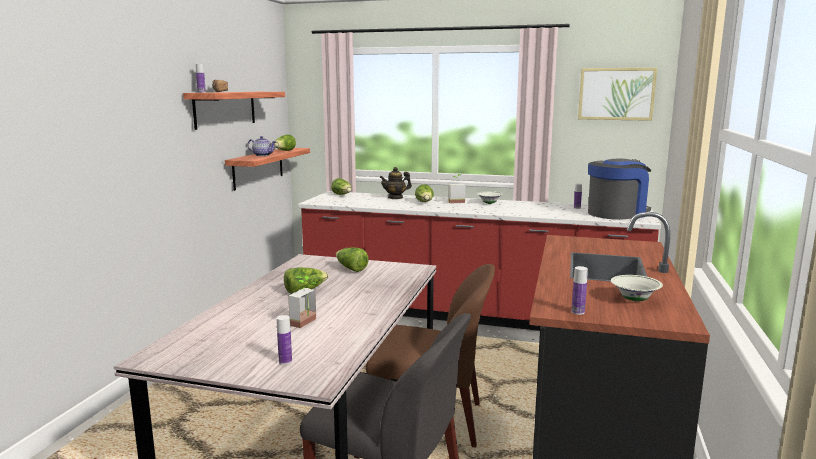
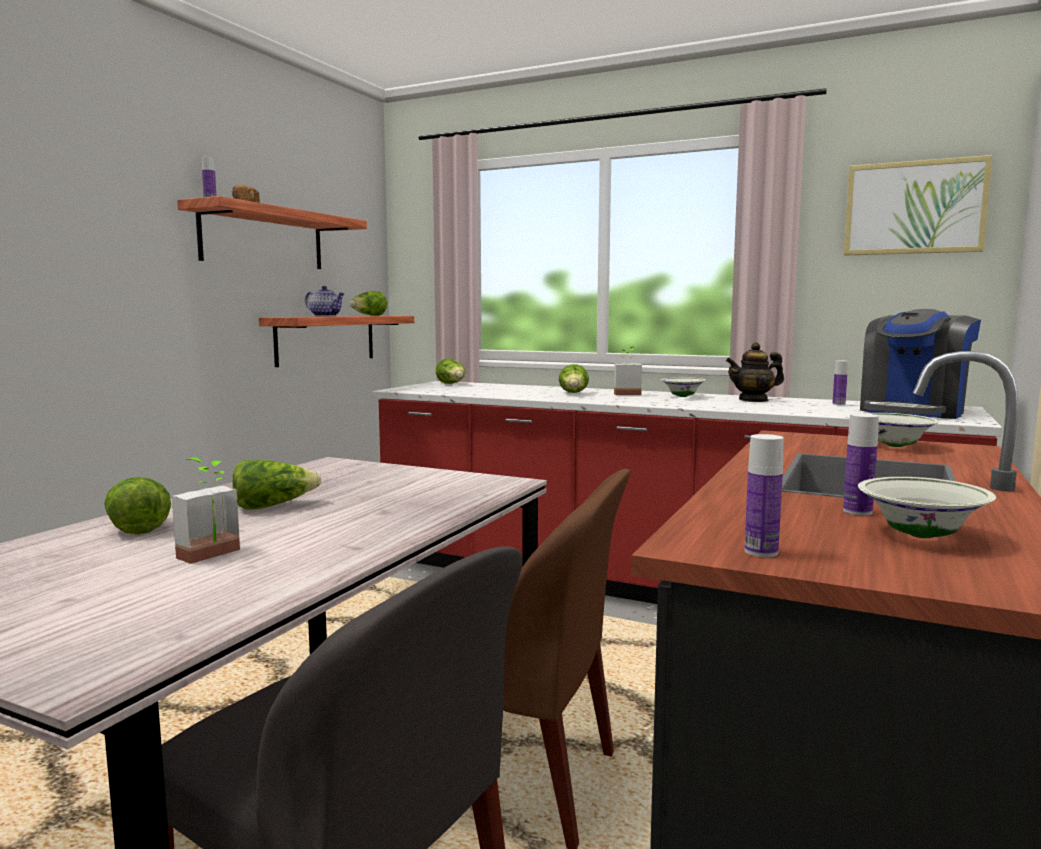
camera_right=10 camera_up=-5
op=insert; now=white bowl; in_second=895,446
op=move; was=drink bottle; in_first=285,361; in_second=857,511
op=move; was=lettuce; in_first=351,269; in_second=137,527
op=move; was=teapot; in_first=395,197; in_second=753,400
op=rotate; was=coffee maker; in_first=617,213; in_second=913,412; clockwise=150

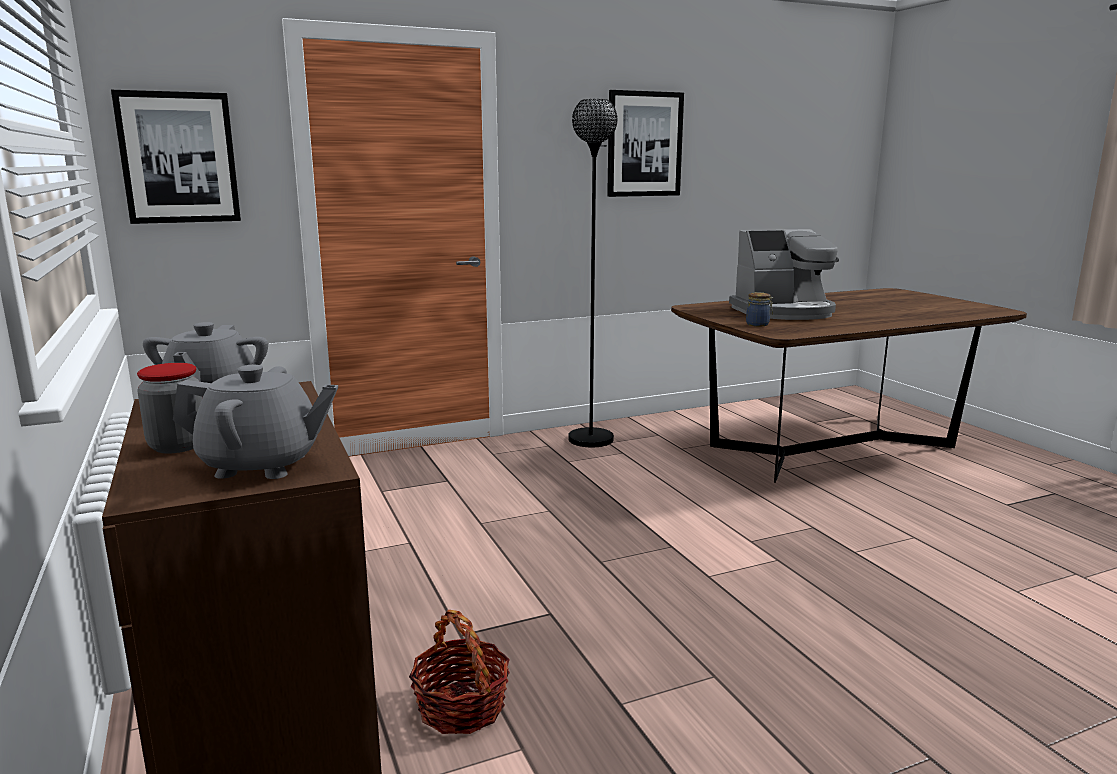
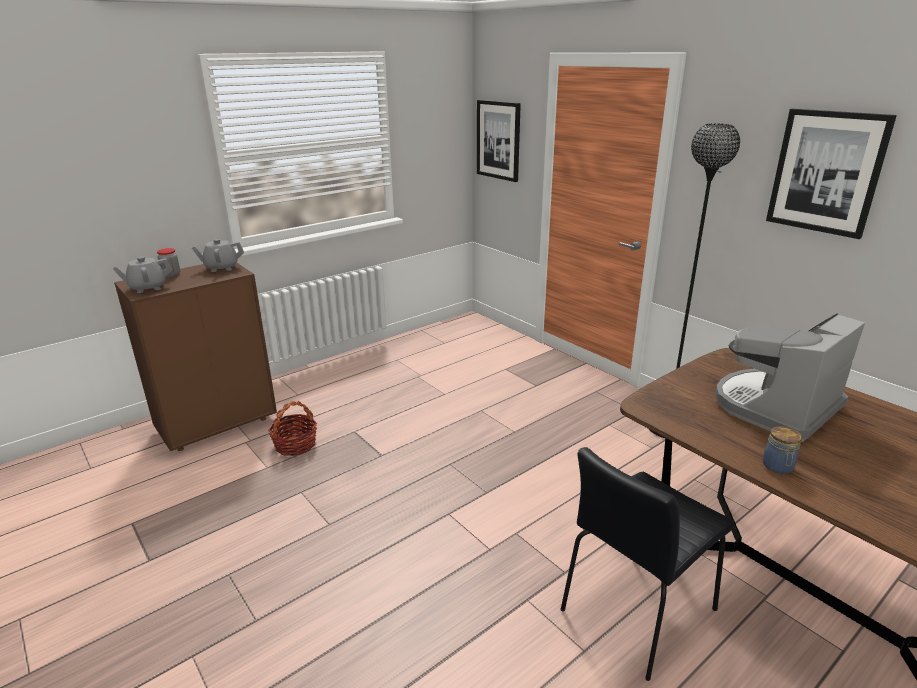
camera_right=75 camera_up=10
op=insert; now=blackish plain chair; in_second=634,613
op=move; was=preserve jar; in_first=758,324; in_second=778,467
op=rotate; was=grey teapot; in_first=262,465; in_second=147,288; clockwise=75
op=rotate; was=coffee maker; in_first=784,312; in_second=775,407; clockwise=75

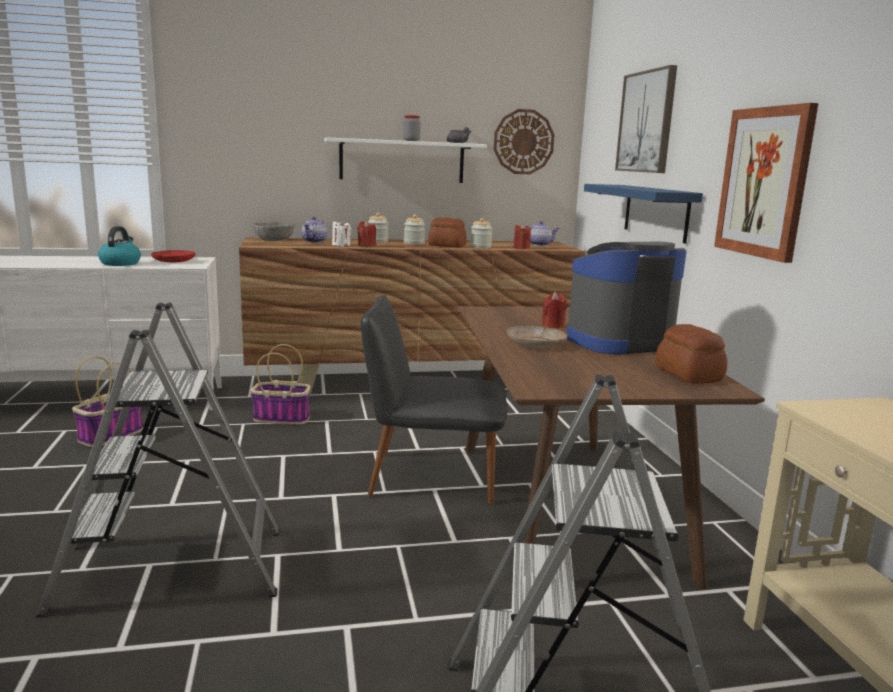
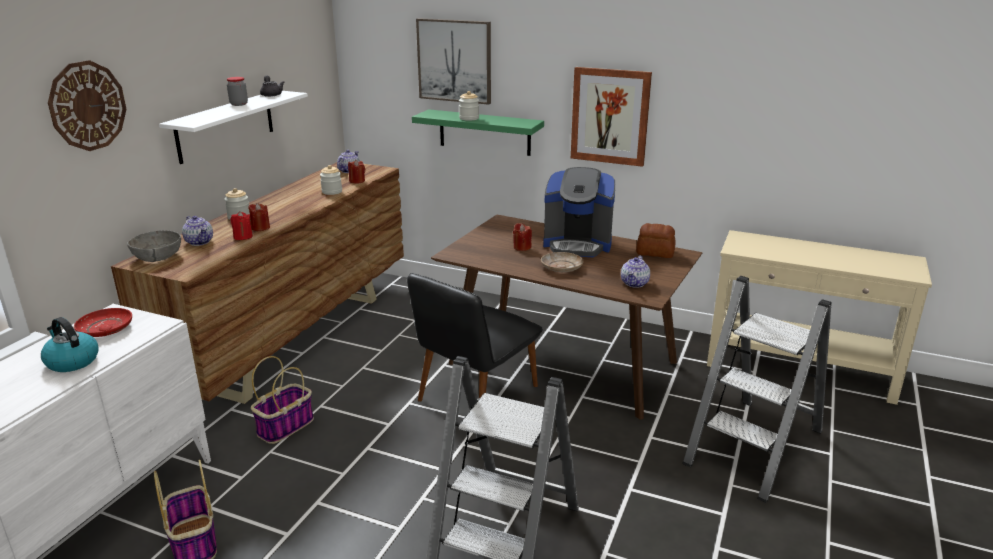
camera_right=-55 camera_up=10
op=delete; was=bread; in_first=447,246
op=insert; now=teapot; in_second=635,283
op=move; was=preserve jar; in_first=414,243; in_second=469,118
op=move; was=clock on the wall; in_first=523,142; in_second=87,106
op=recolor; was=white wax candle; now=red wax candle; in_first=341,245; in_second=243,237
op=recolor; was=blue wall shelf; now=green-coloured wall shelf; in_first=656,212; in_second=484,132
op=rotate; was=coffee maker; in_first=617,342; in_second=577,244; clockwise=-90

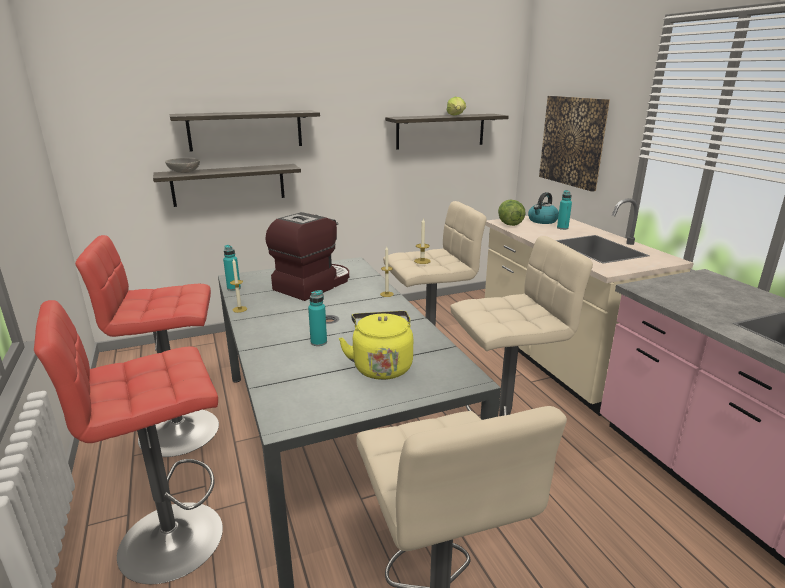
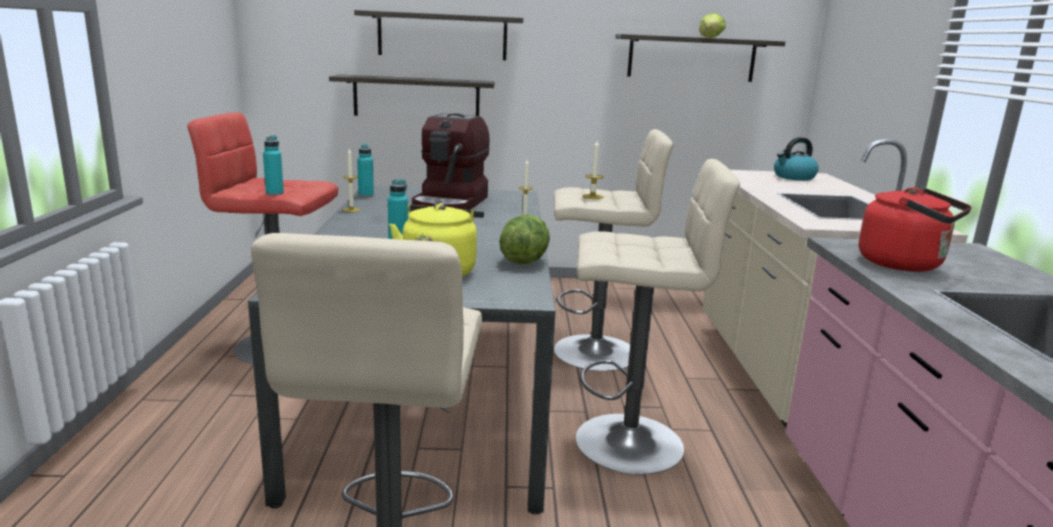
camera_right=20 camera_up=-5
op=delete; was=red stool seat; in_first=170,540
op=delete; was=grey bowl; in_first=184,172
op=delete; was=wall art; in_first=573,141
op=insert; now=red tea kettle; in_second=905,265
op=move; was=lettuce; in_first=509,224; in_second=524,260
op=move; was=turquoise-coloured drink bottle; in_first=562,228; in_second=274,193
op=rotate; was=coffee maker; in_first=312,284; in_second=451,204; clockwise=135

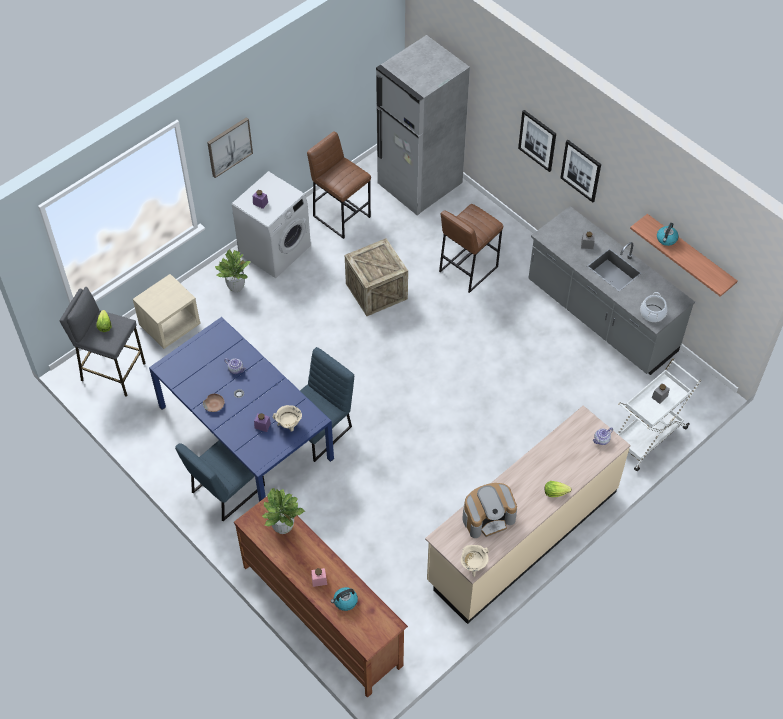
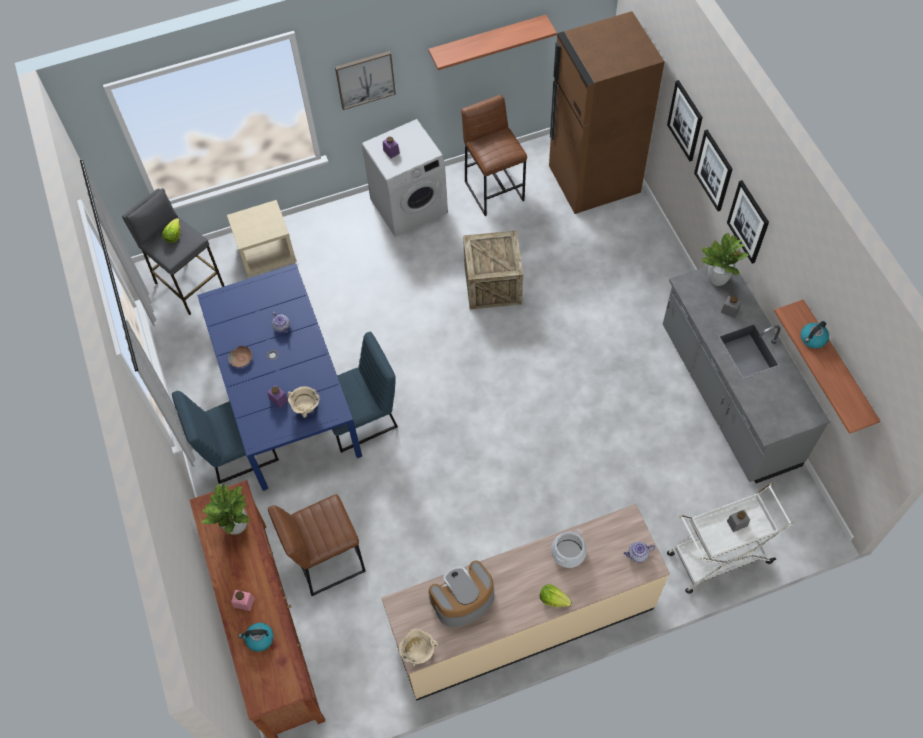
camera_right=25 camera_up=5
op=insert; now=wall shelf; in_second=487,41
op=insert; now=wall art; in_second=685,120
op=move; was=houseplant; in_first=236,287; in_second=717,279
op=move; was=brownish stool seat; in_first=467,269; in_second=327,561
op=move; was=saucepot; in_first=652,313; in_second=568,553
op=recolor; was=grey refrigerator; now=brownish refrigerator; in_first=420,183; in_second=594,179
op=rotate; was=coffee maker; in_first=488,517; in_second=462,600; clockwise=150

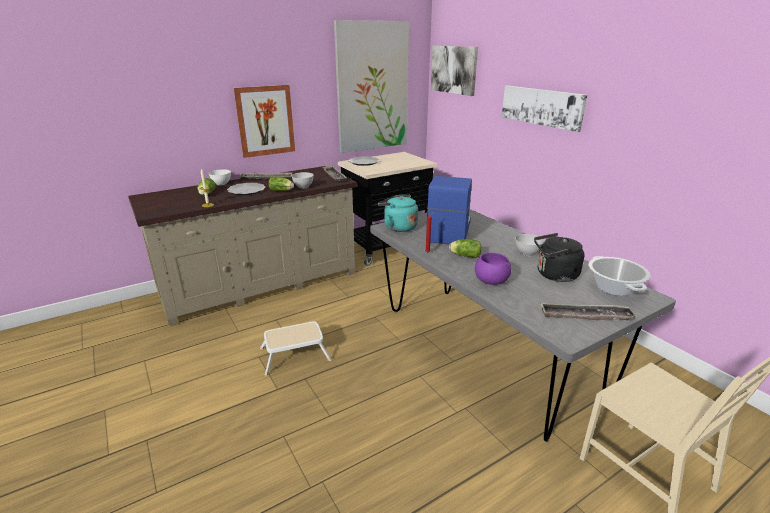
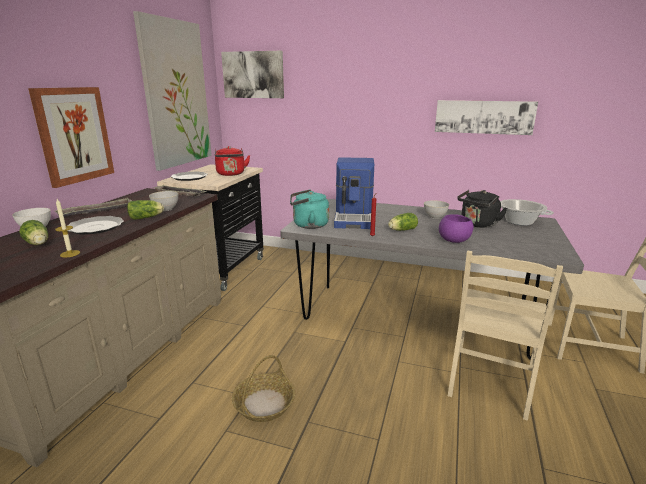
camera_right=-40 camera_up=-5
op=delete; was=tray; in_first=585,316
op=insert; now=red tea kettle; in_second=231,174
op=insert; now=sand-coloured plain chair; in_second=491,382
op=move; was=wall art; in_first=541,107; in_second=484,117
op=replace; was=sand-coloured stepladder; now=basket; in_first=295,354; in_second=264,404
op=rotate; was=coffee maker; in_first=448,232; in_second=354,218; clockwise=-150

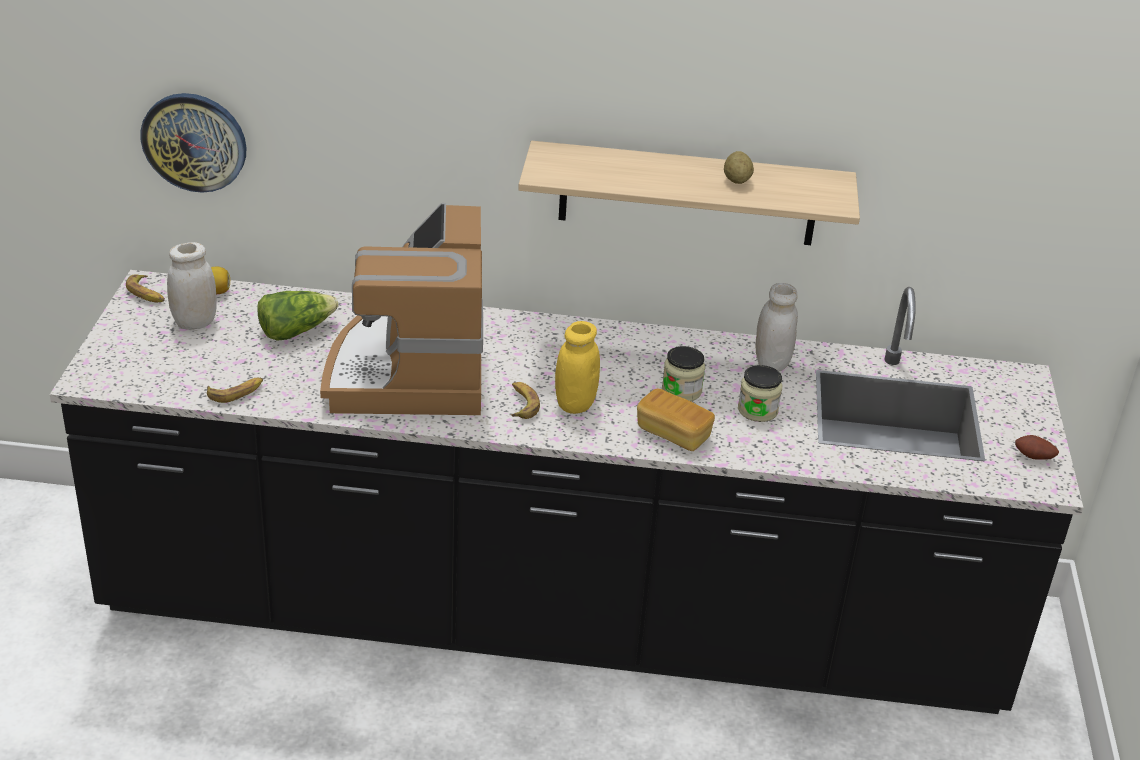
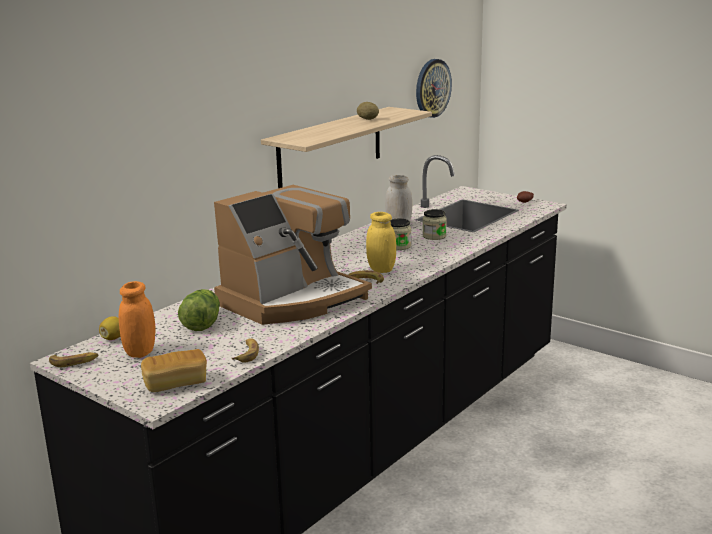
camera_right=-55 camera_up=-15
op=move; was=clock on the wall; in_first=194,141; in_second=432,88
op=move; was=bread; in_first=673,433; in_second=176,383
op=recolor; was=white preserve jar; now=orange preserve jar; in_first=195,322; in_second=140,352
op=rotate; was=coffee maker; in_first=410,369; in_second=293,300; clockwise=-75

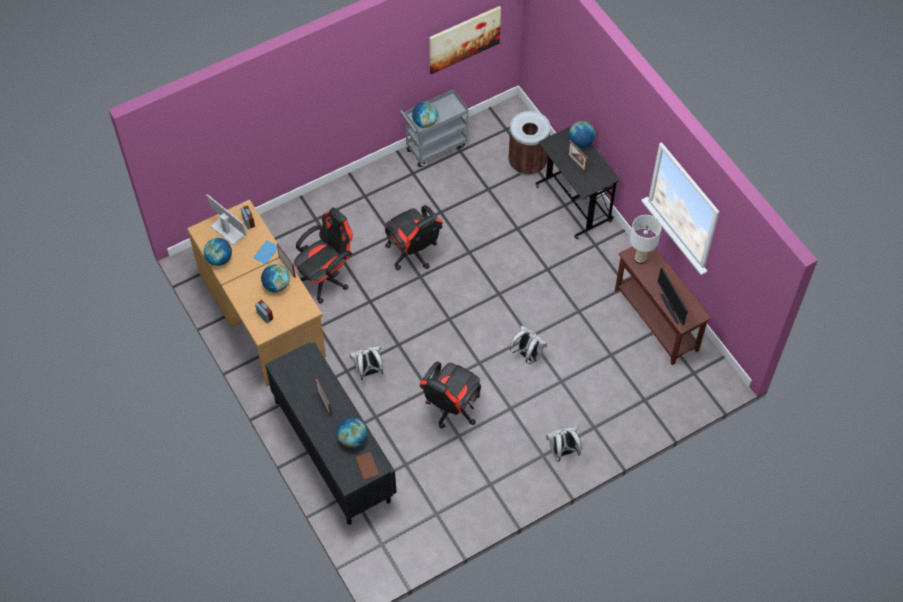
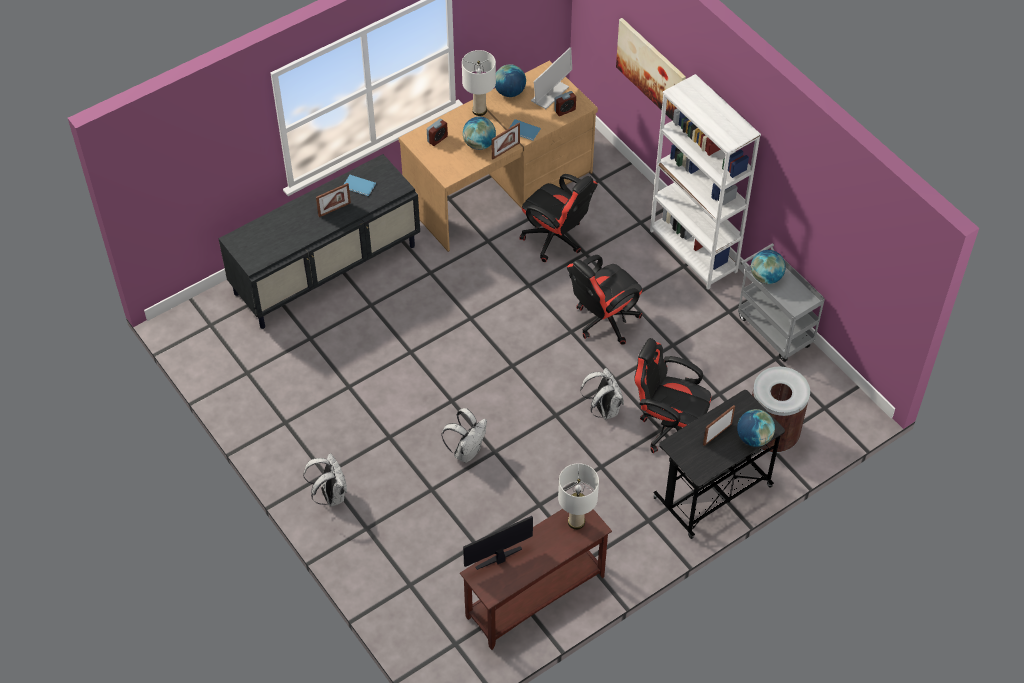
camera_right=85 camera_up=-5
op=delete; was=world globe; in_first=352,439
op=delete; was=brownish book; in_first=367,465
op=insert; now=blue book; in_second=359,186
op=insert; now=white table lamp; in_second=479,110
op=insert; now=white shelving unit; in_second=693,251
op=move; was=white rucksack; in_first=368,371; in_second=603,409
op=move; was=blackish computer chair; in_first=450,410; in_second=668,427
op=move; was=wall art; in_first=464,39; in_second=651,70

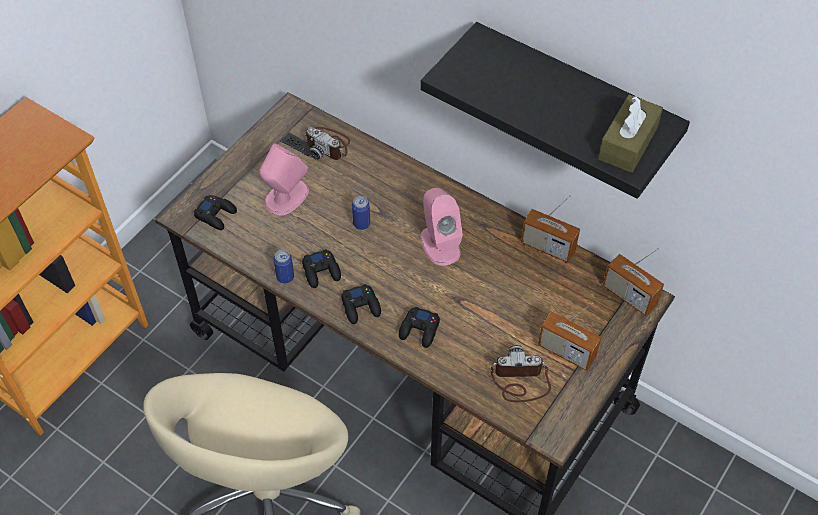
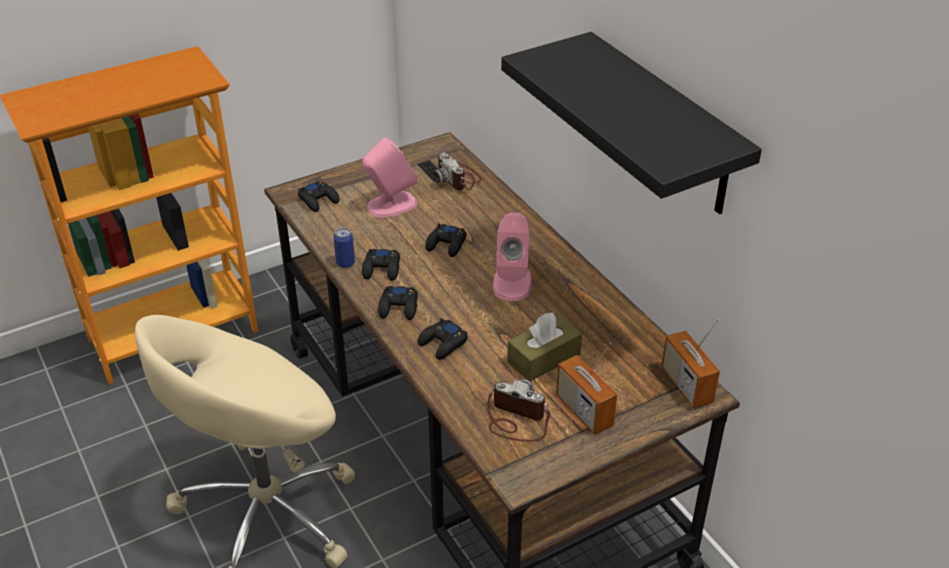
camera_right=25 camera_up=-15
op=delete; was=radio set; in_first=548,247
op=move; was=brownish box of tissues; in_first=628,143; in_second=543,358
op=replace; was=sealed can; now=blackish joypad; in_first=361,224; in_second=446,244

